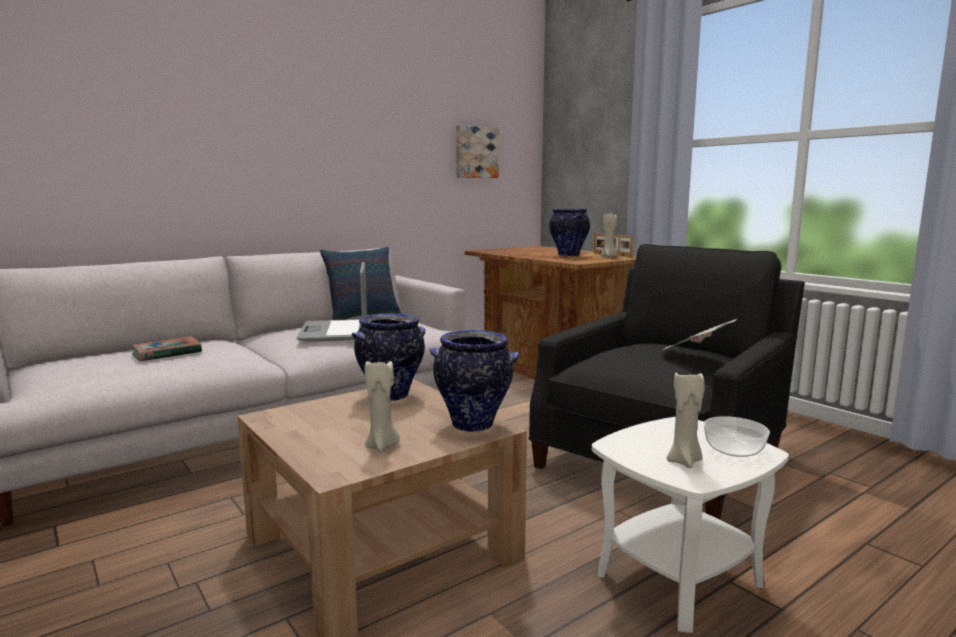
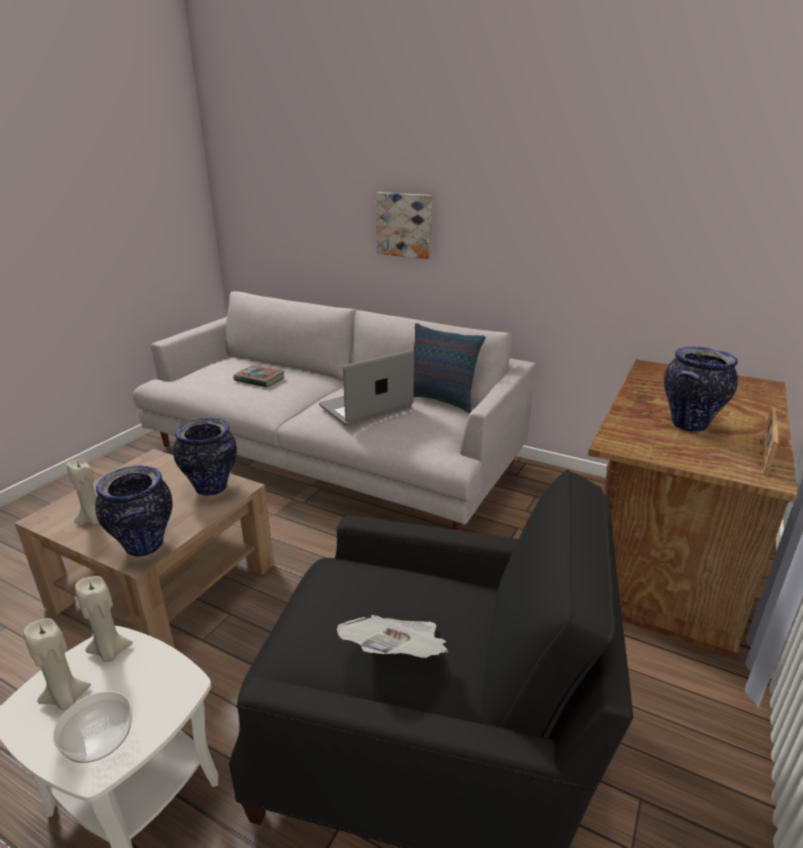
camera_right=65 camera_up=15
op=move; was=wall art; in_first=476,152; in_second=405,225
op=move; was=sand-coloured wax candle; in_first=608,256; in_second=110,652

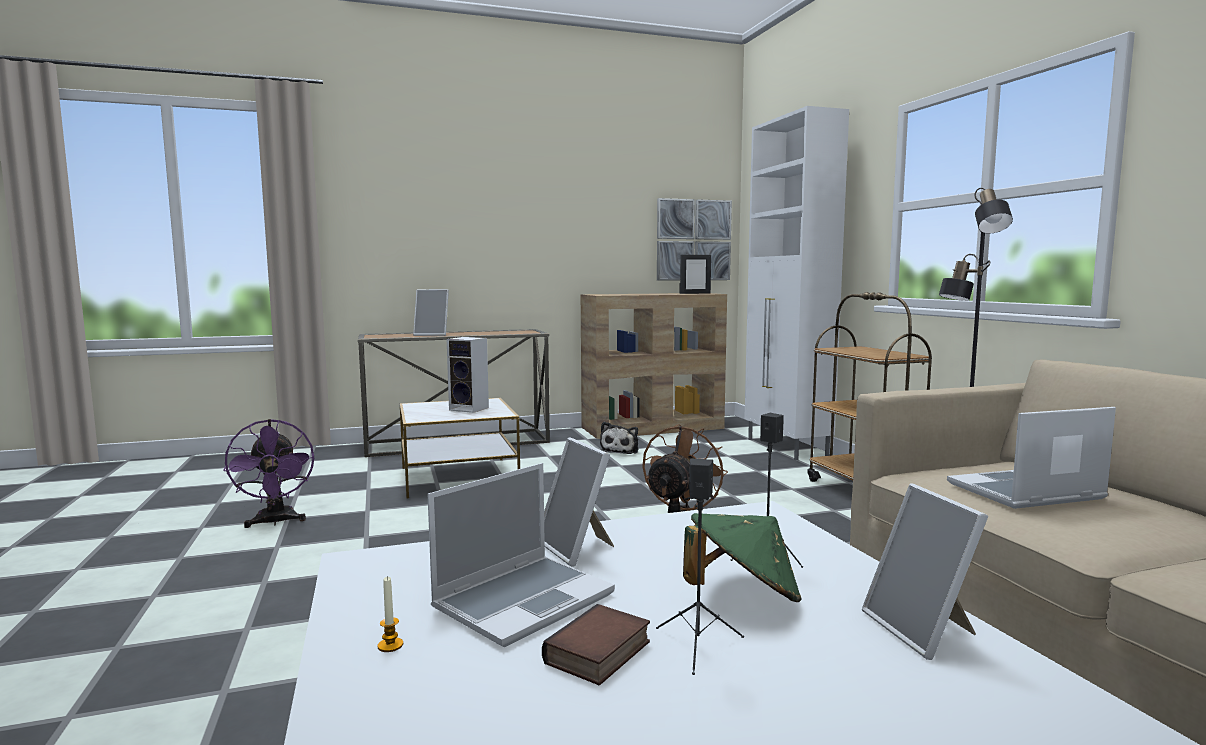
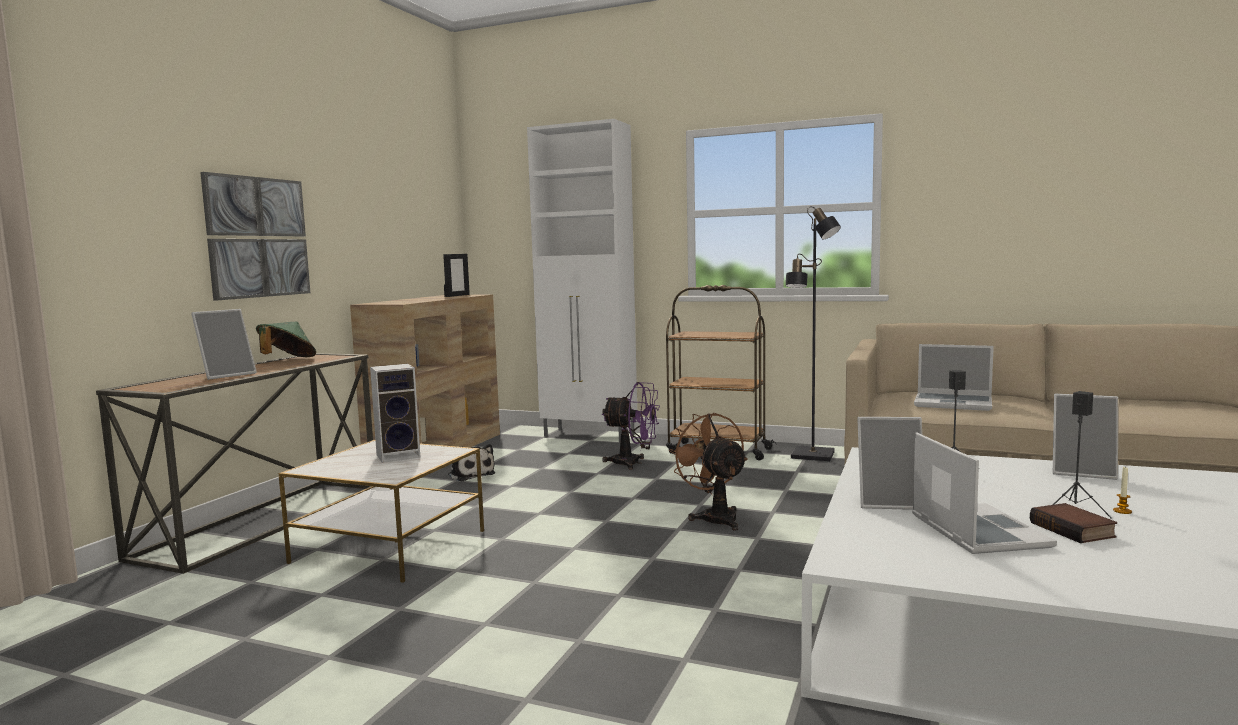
camera_right=-50 camera_up=0
op=move; was=purple fan; in_first=275,522; in_second=633,463
op=move; was=wax candle; in_first=390,645; in_second=1122,511
op=move; was=wall art; in_first=693,240; in_second=257,237
op=move; was=green-coloured hat; in_first=742,596; in_second=287,360
op=rotate; was=laptop; in_first=1024,492; in_second=954,403; clockwise=-90

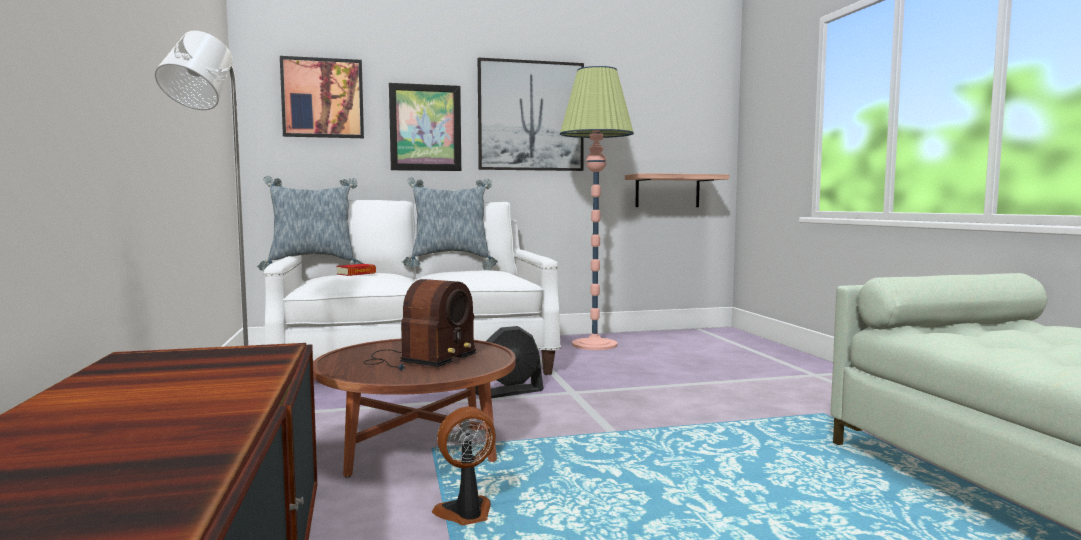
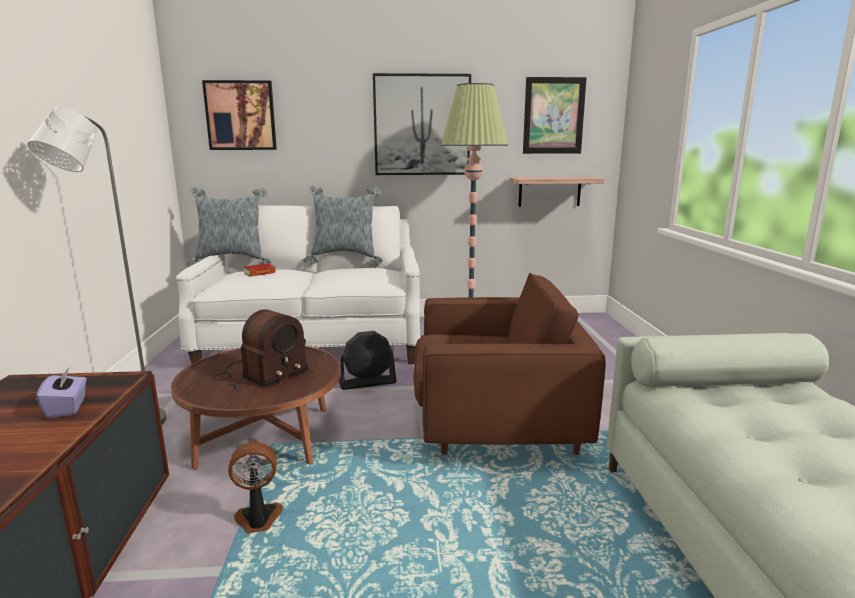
camera_right=10 camera_up=10
op=insert; now=purple box of tissues; in_second=67,408
op=insert; now=brownish easy chair; in_second=494,426
op=move; was=wall art; in_first=425,128; in_second=553,116

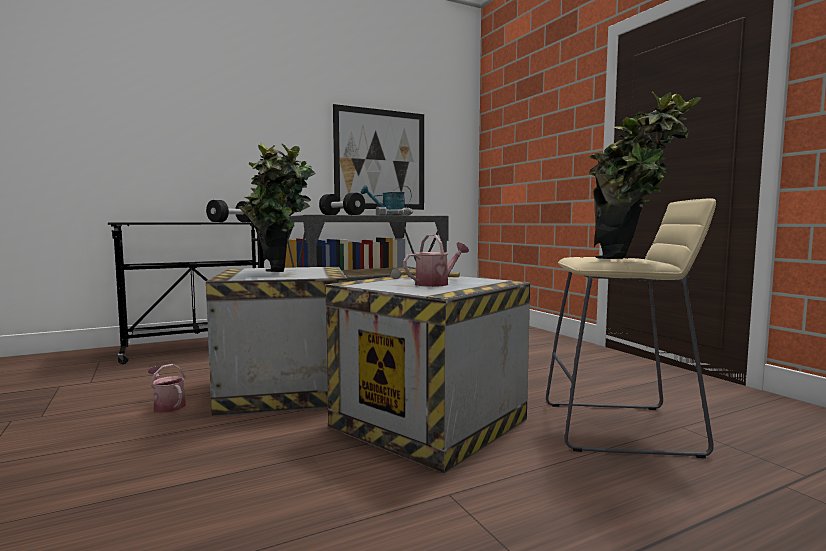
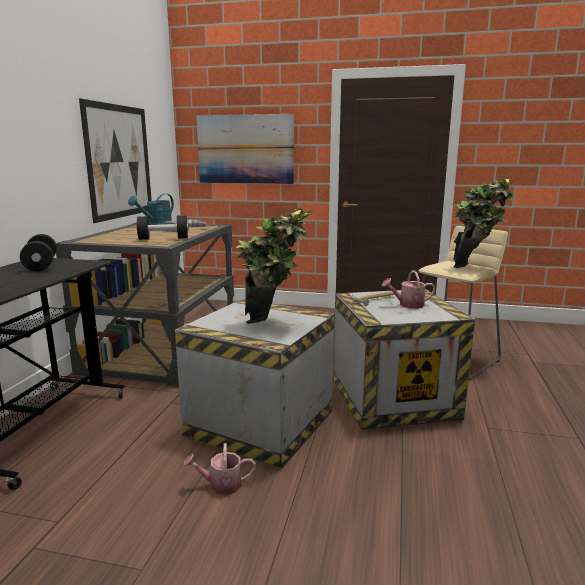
camera_right=-50 camera_up=10
op=insert; now=wall art; in_second=245,149
op=rotate; was=watering pot; in_first=436,284; in_second=408,305; clockwise=-105

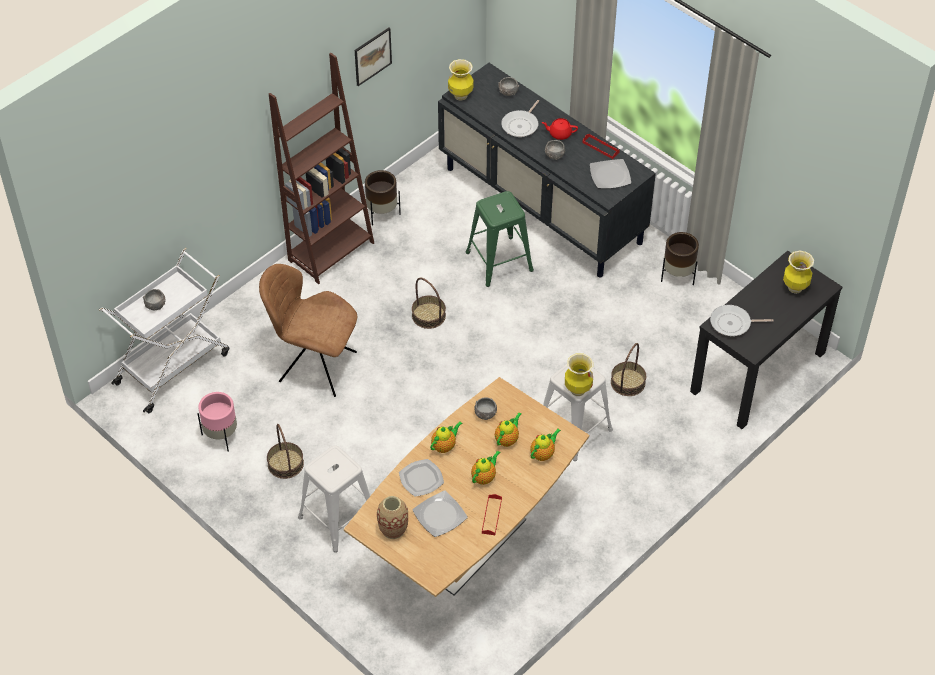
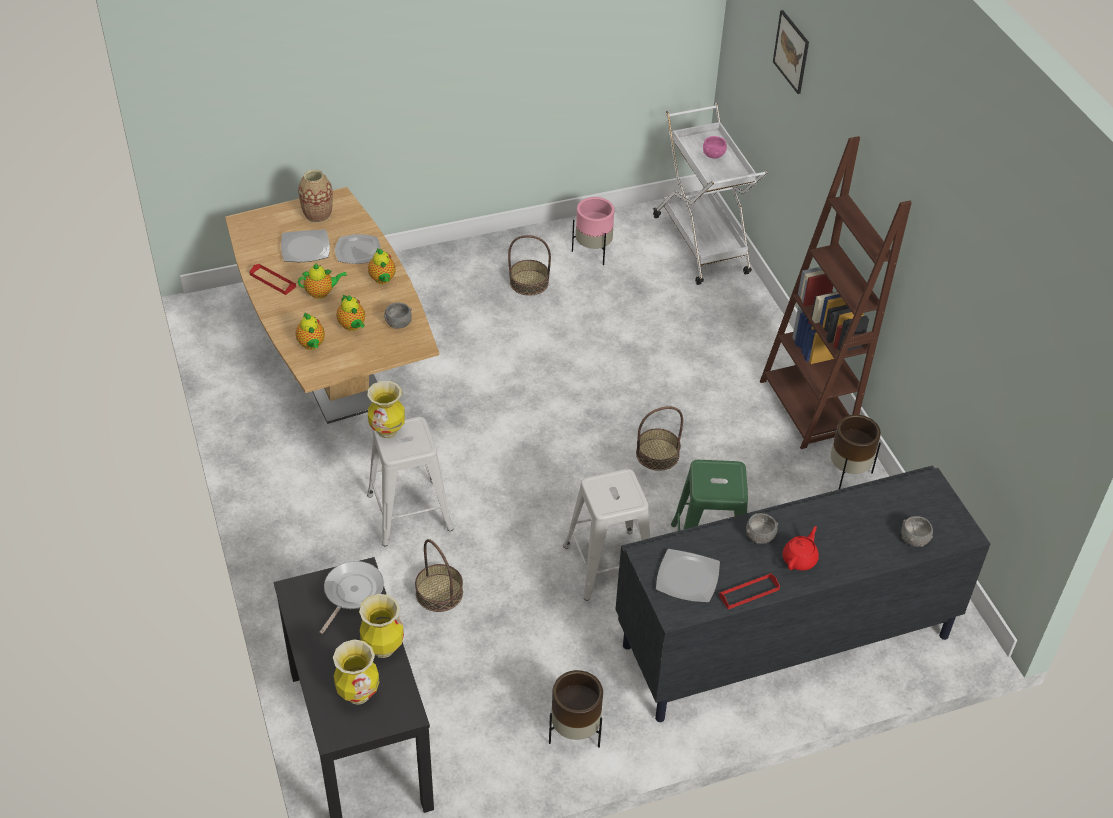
camera_right=115 camera_up=-5
op=delete; was=brownish plain chair; in_first=315,366
op=delete; was=skillet; in_first=521,125
op=move; was=white stool seat; in_first=338,518; in_second=608,564
op=move; was=wall art; in_first=372,56; in_second=791,51
op=move; was=decorative vase; in_first=460,96; in_second=383,648
op=recolor; was=grey bowl; now=pinkish bowl; in_first=155,305; in_second=714,154
op=rotate; was=teapot; in_first=484,477; in_second=321,293; clockwise=-75

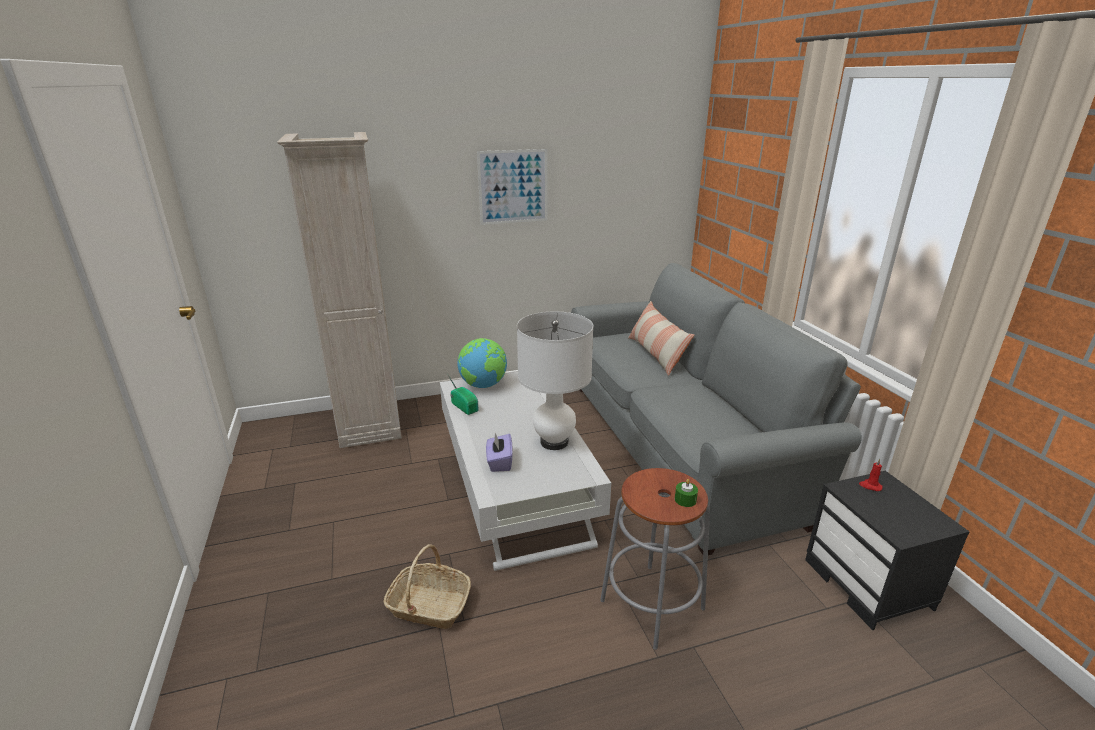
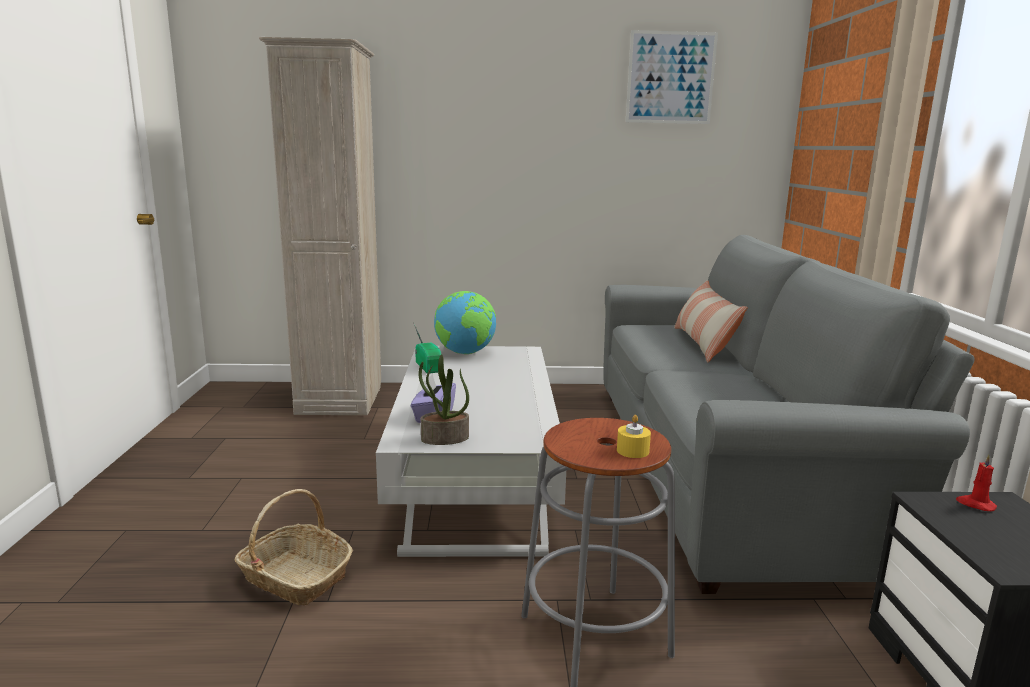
camera_right=15 camera_up=-10
op=delete; was=white table lamp; in_first=554,442
op=insert; now=houseplant; in_second=444,439
op=move; was=wall art; in_first=513,187; in_second=670,78
op=recolor; was=green-coloured wax candle; now=yellow wax candle; in_first=685,500; in_second=632,451

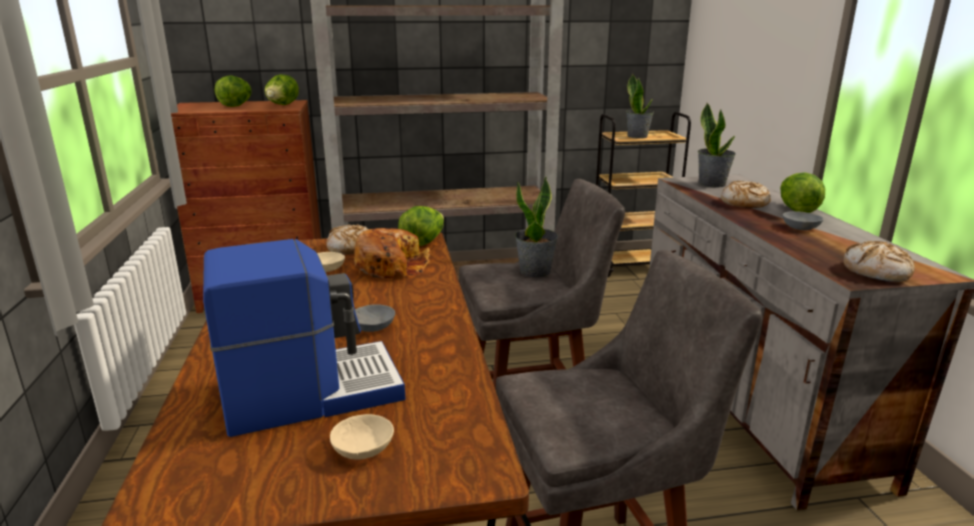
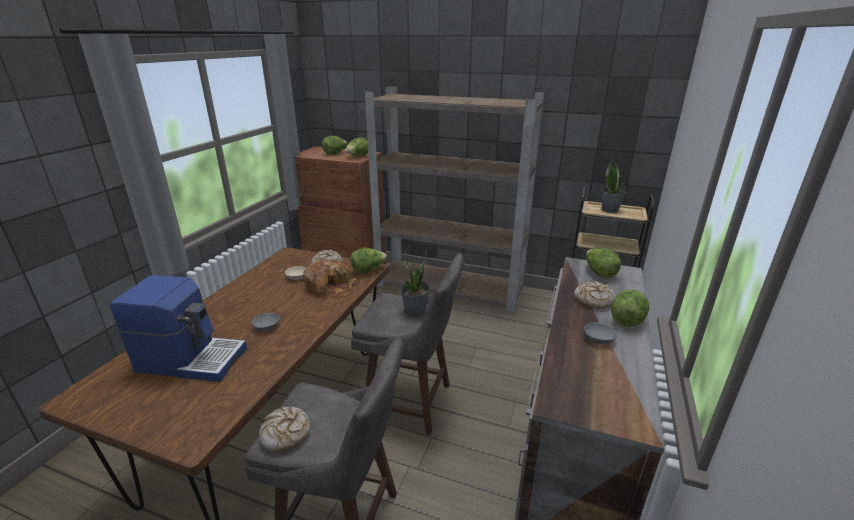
camera_right=30 camera_up=5
op=delete; was=sand-coloured bowl; in_first=363,450
op=move; was=bread; in_first=877,272; in_second=285,434
op=replace; was=houseplant; now=lettuce; in_first=712,184; in_second=599,273

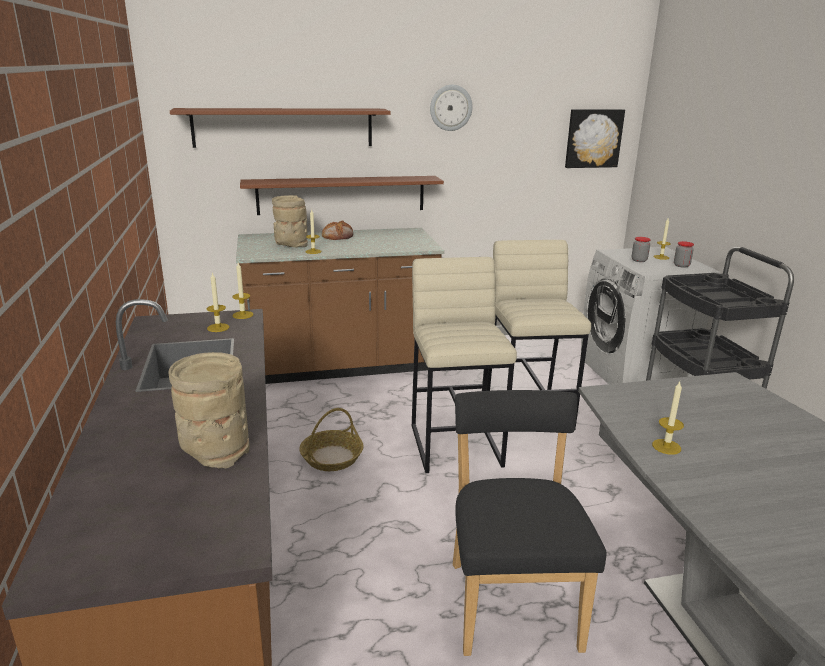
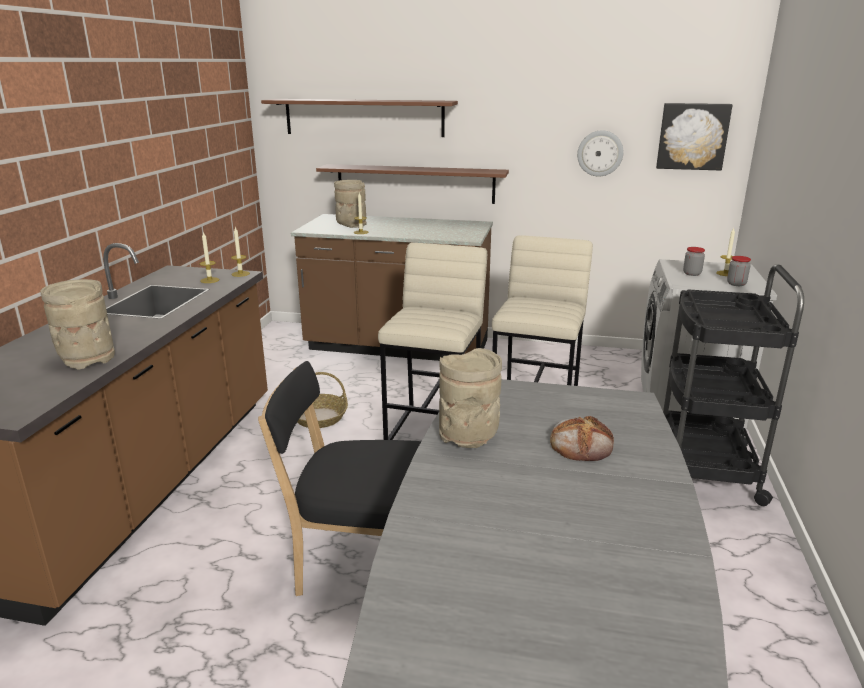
camera_right=25 camera_up=0
op=move; was=bread; in_first=338,235; in_second=582,444
op=move; was=clock on the wall; in_first=450,108; in_second=600,153
op=replace; was=wax candle; now=sand-coloured decorative vase; in_first=666,446; in_second=468,437
op=rotate; was=blackish plain chair; in_first=511,599; in_second=356,563; clockwise=-105

